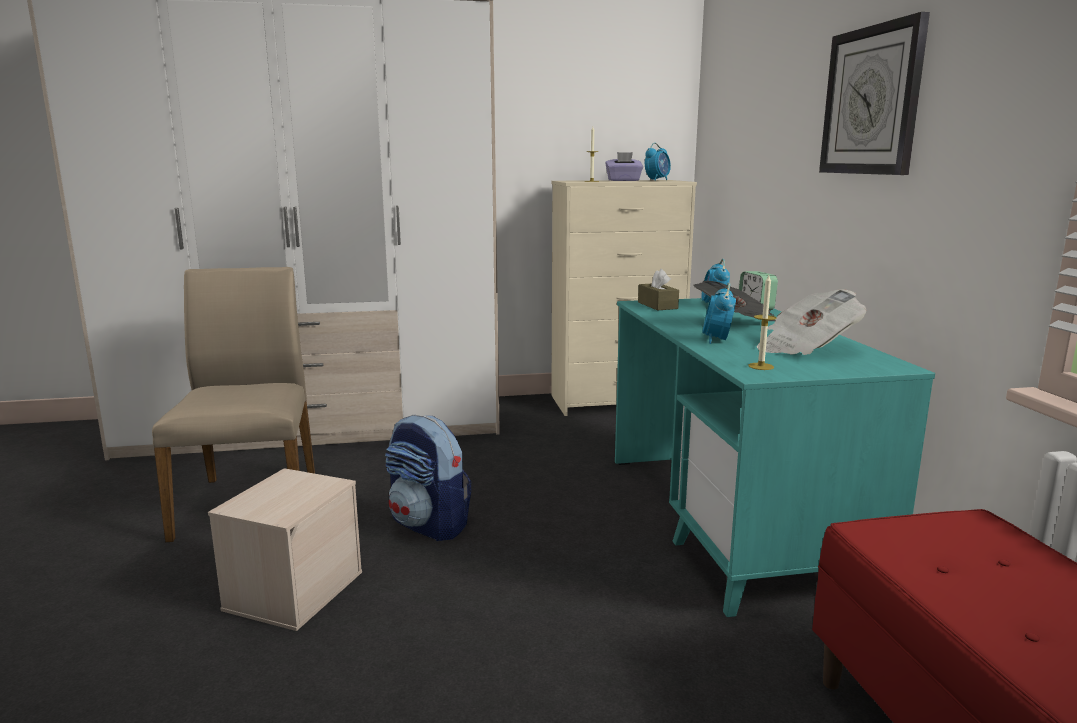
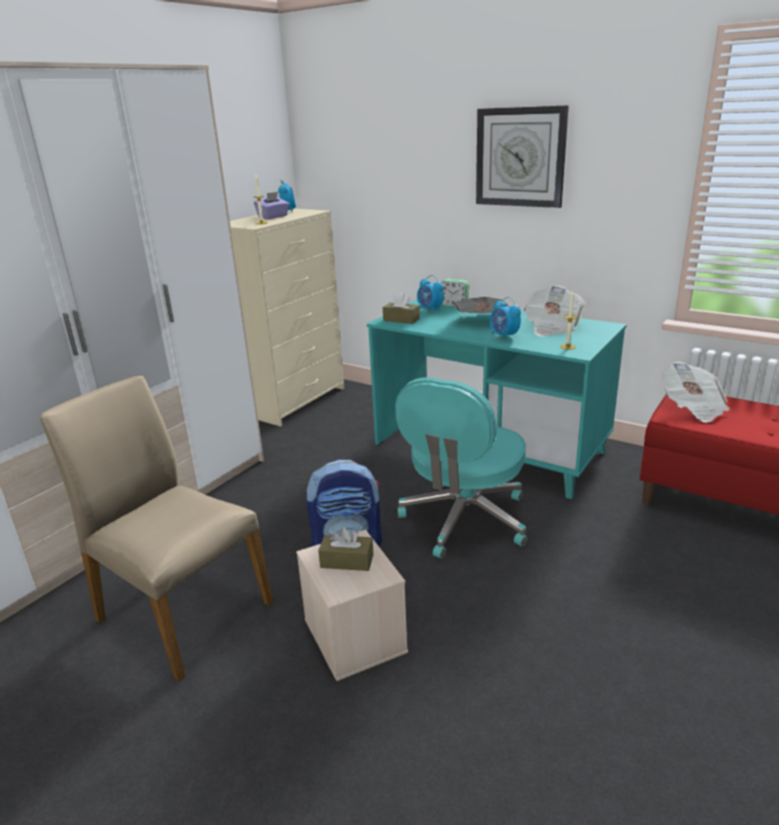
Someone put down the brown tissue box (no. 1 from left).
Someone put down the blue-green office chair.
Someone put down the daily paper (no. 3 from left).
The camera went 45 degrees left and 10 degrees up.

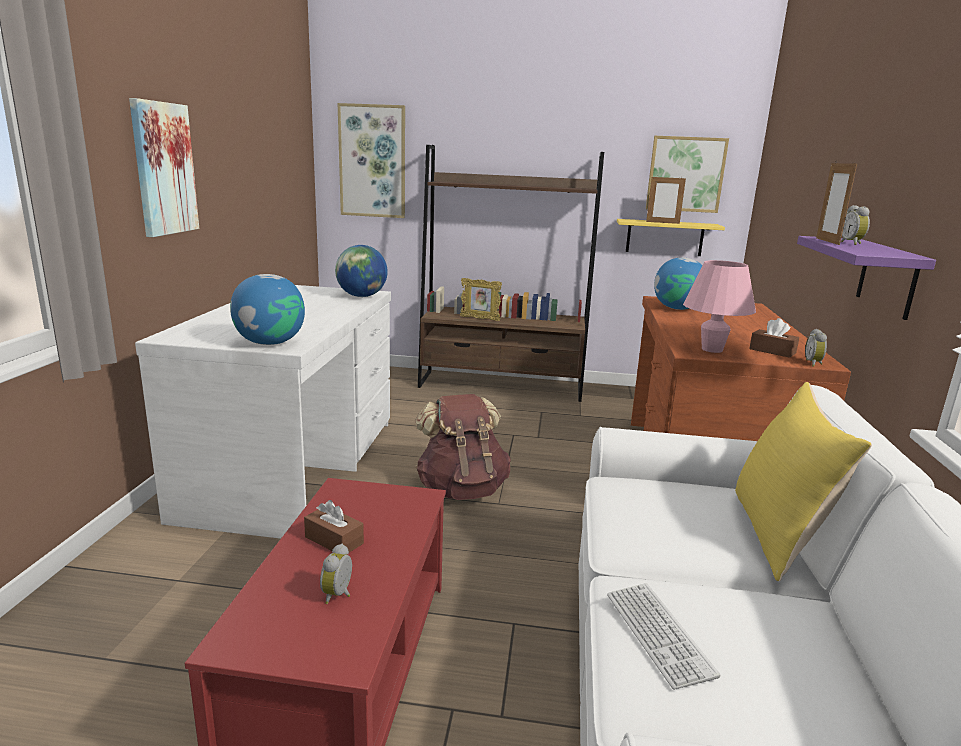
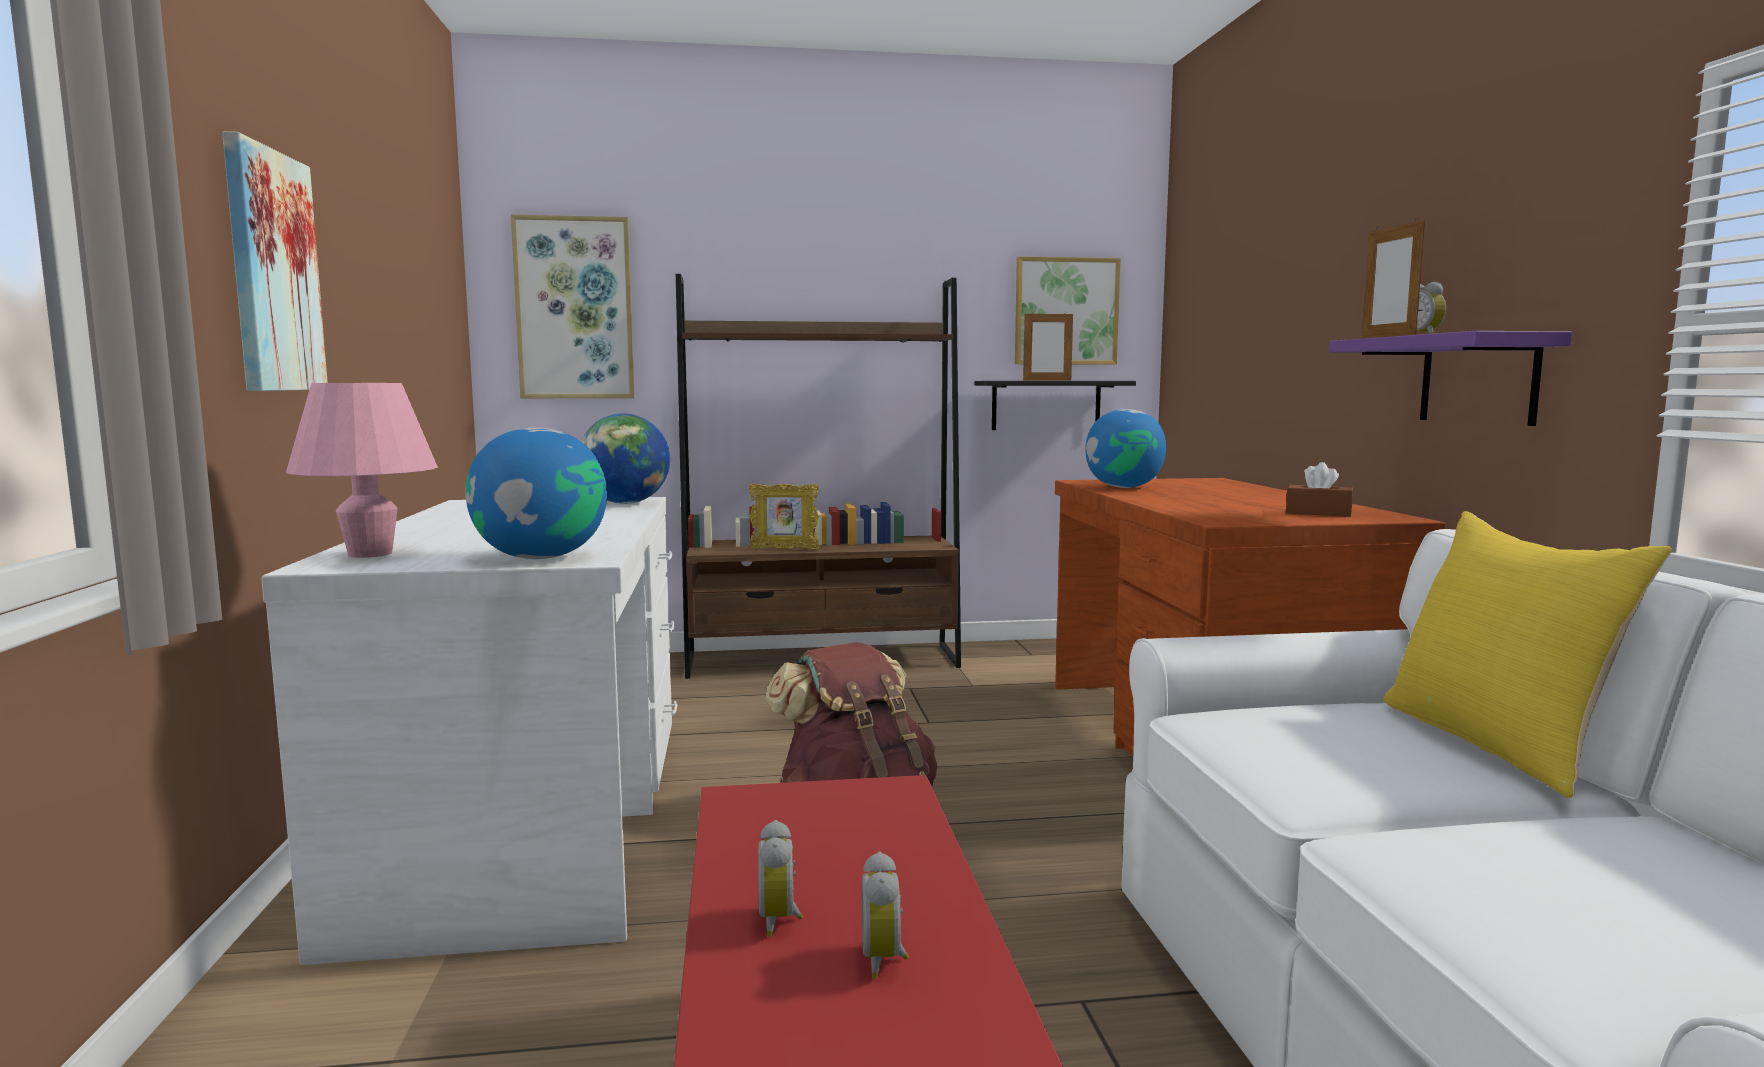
Someone took away the brown tissue box (no. 1 from left).
Someone took away the computer keyboard.
Someone repainted the yellowish wall shelf, which became the blackish wall shelf.
Someone carried the pinkish table lamp.
Someone carried the alarm clock (no. 2 from left in the first image).
The camera went 15 degrees left and 10 degrees down.

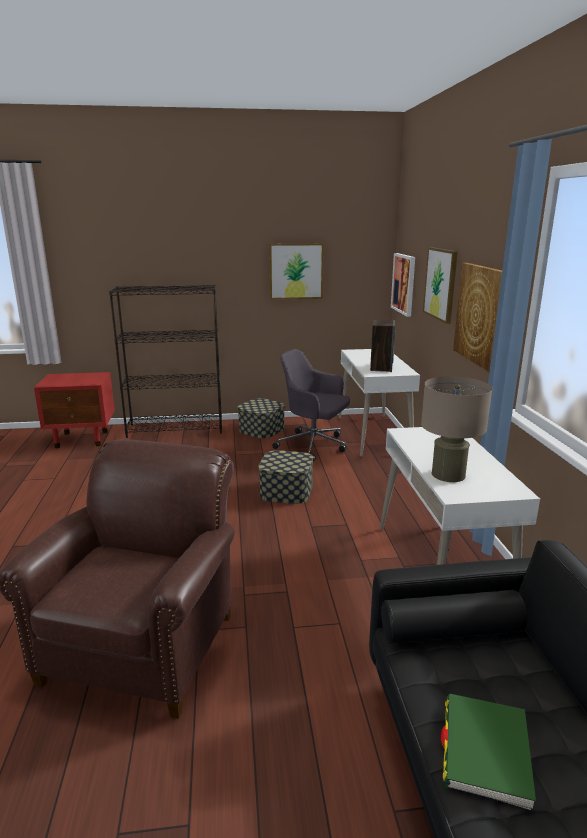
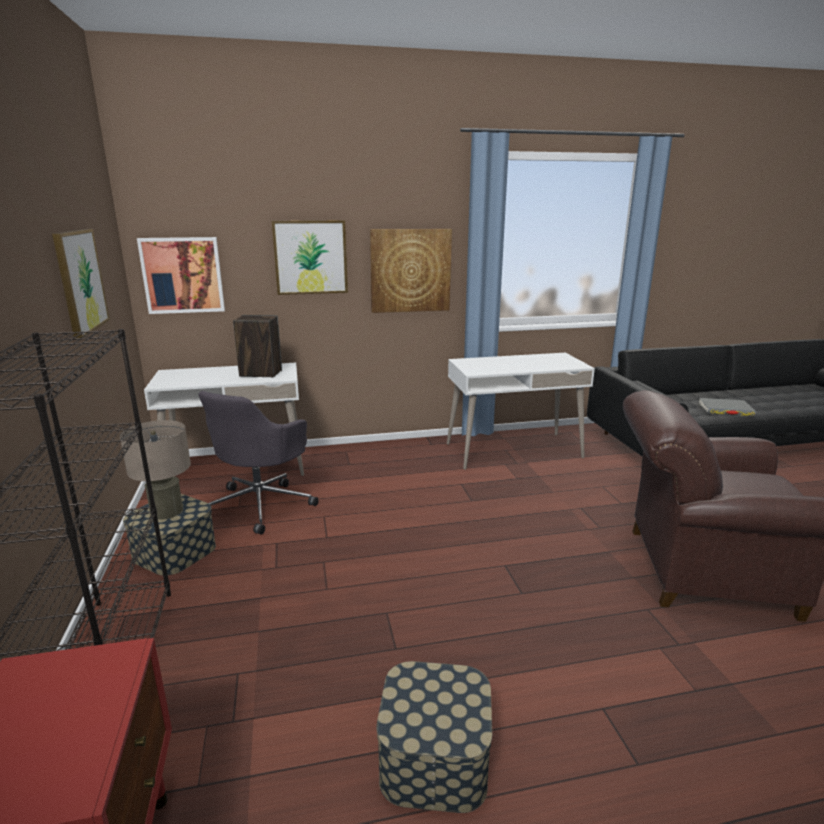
Someone carried the storage container (no. 2 from left).
Someone carried the beige-coloured table lamp.
Someone repainted the greenish volume, which became the greyish volume.
The camera went 95 degrees left and 0 degrees up.

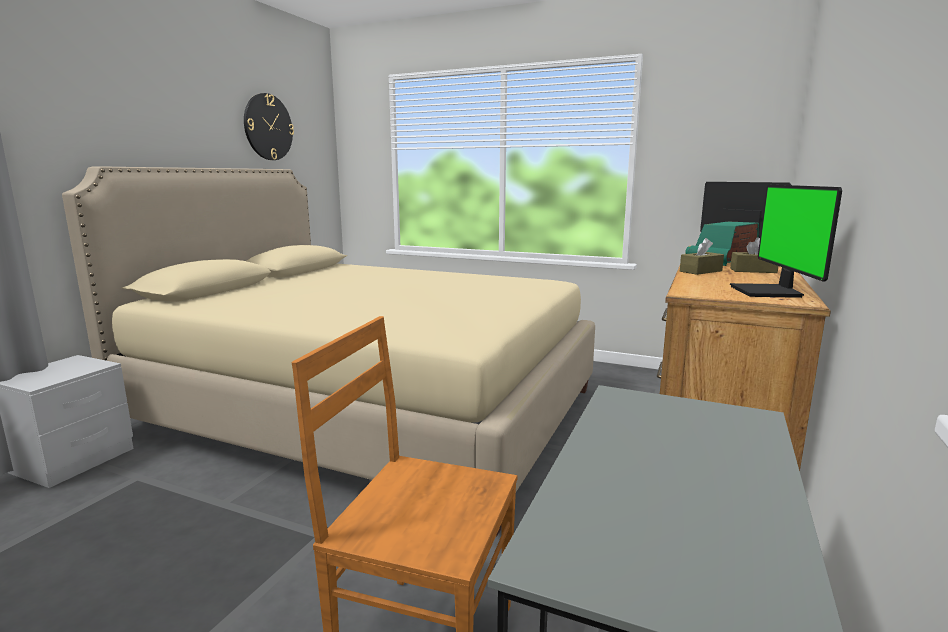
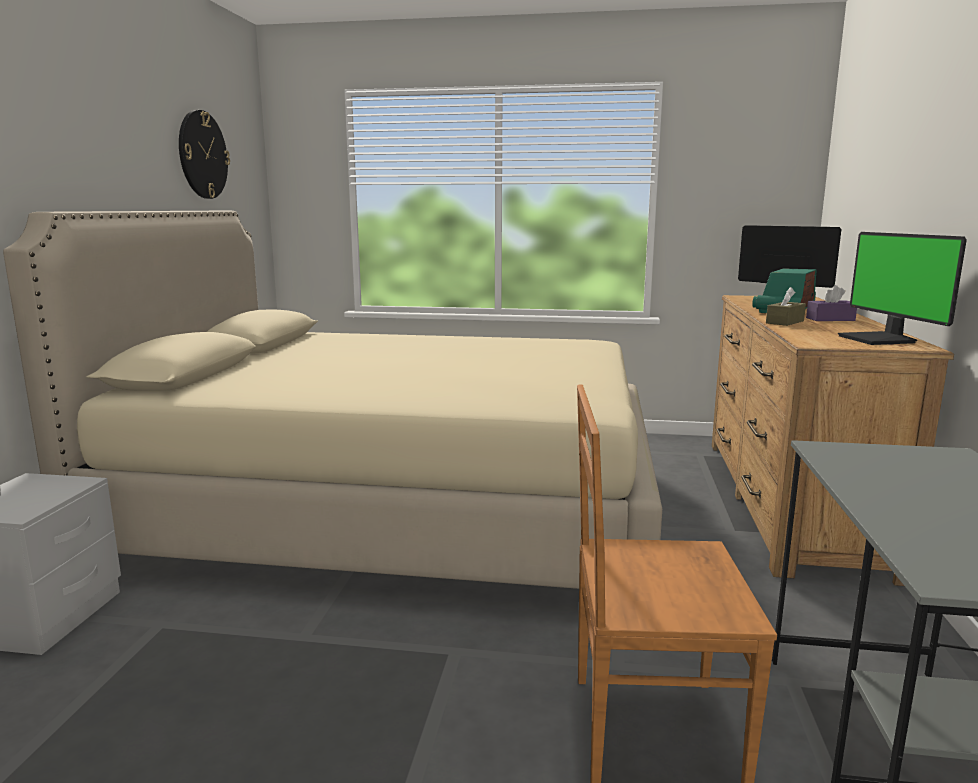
Someone repainted the brown tissue box (no. 2 from left), which became the purple tissue box.
The camera went 15 degrees left and 0 degrees up.

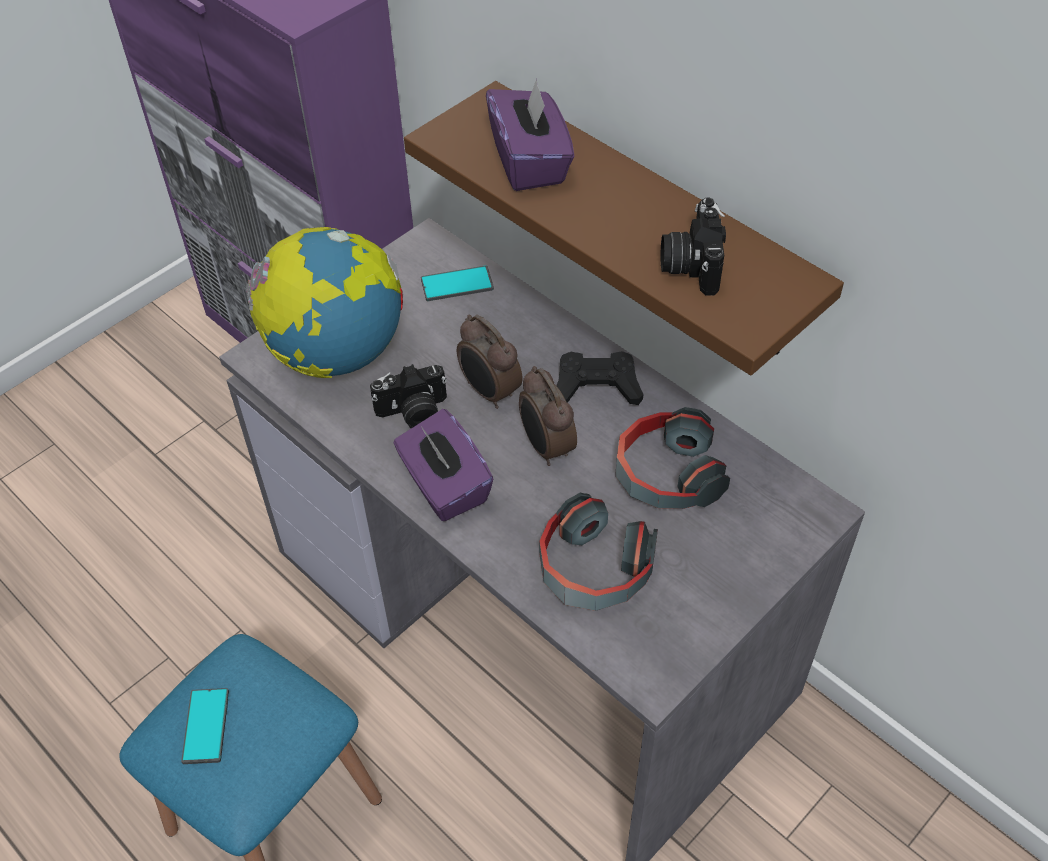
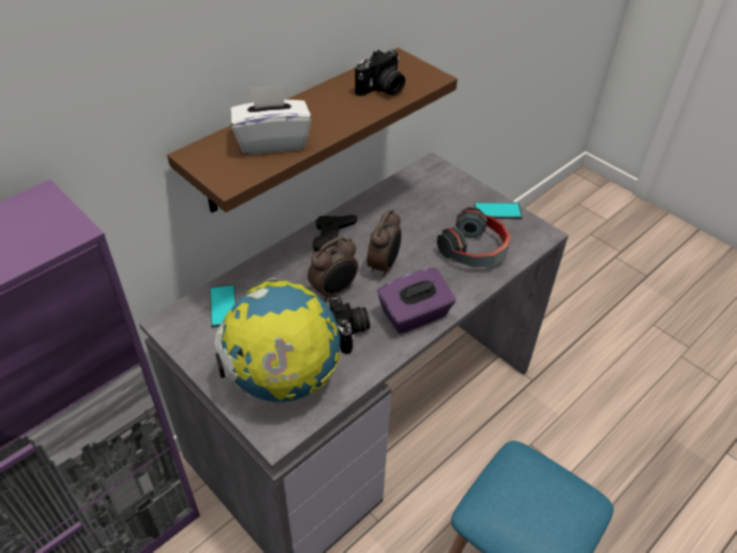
Someone carried the telephone (no. 1 from left in the first image).
Someone repainted the purple tissue box (no. 2 from left), which became the white tissue box.
Someone rotated the alarm clock (no. 2 from left) by 45 degrees counterclockwise.
Someone took away the headphones (no. 2 from left).
Someone rotated the still camera (no. 2 from left) by 45 degrees counterclockwise.
The camera went 90 degrees left and 5 degrees down.

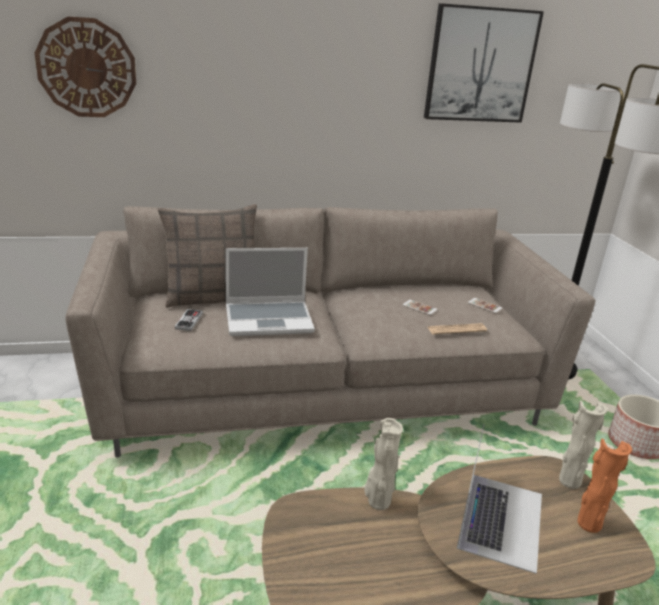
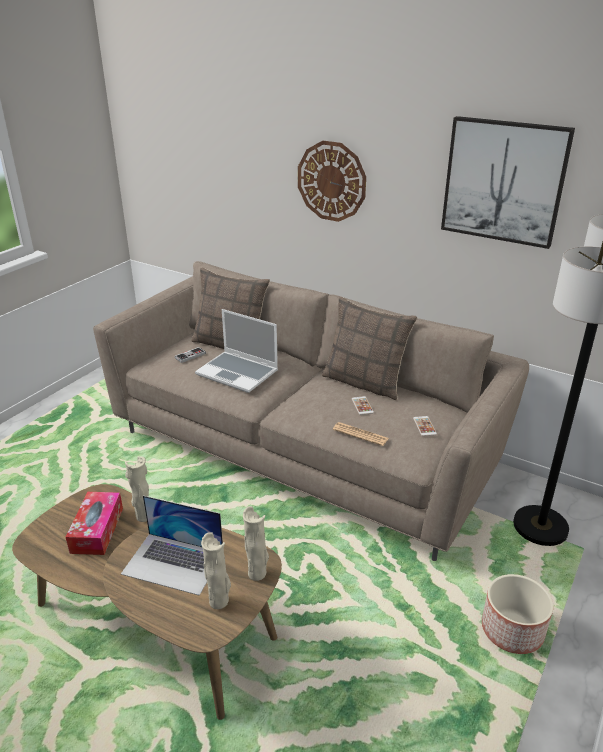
Someone carried the wall clock.
Someone rotated the portable computer (no. 2 from left in the first image) by 45 degrees clockwise.
Someone repainted the orange-coloured vase, which became the beige-coloured vase (no. 2 from left).
Someone put down the tissue box.
Someone put down the throw pillow (no. 2 from left).
The camera went 45 degrees right and 5 degrees up.

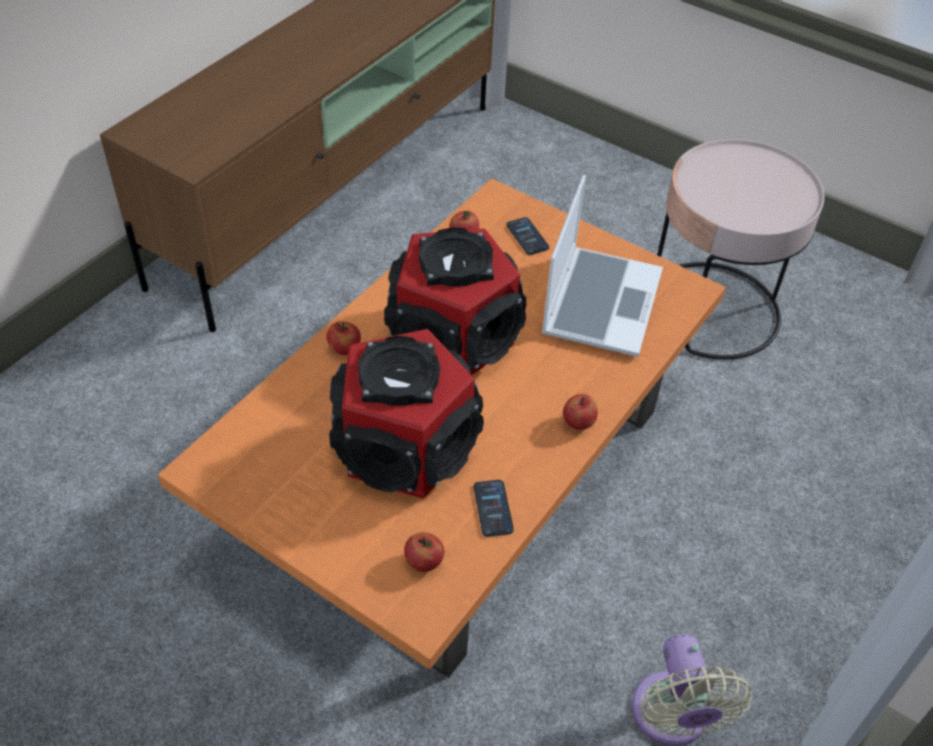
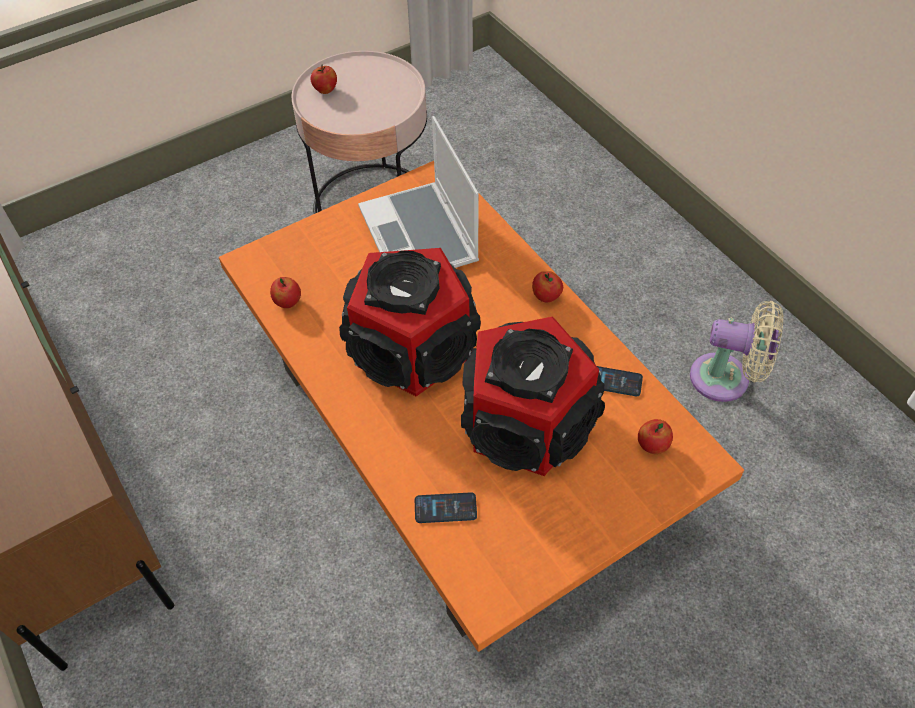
Someone carried the apple (no. 1 from left in the first image).
Someone carried the telephone (no. 2 from left in the first image).
Someone rotated the portable computer by 150 degrees counterclockwise.
The camera went 65 degrees left and 5 degrees up.

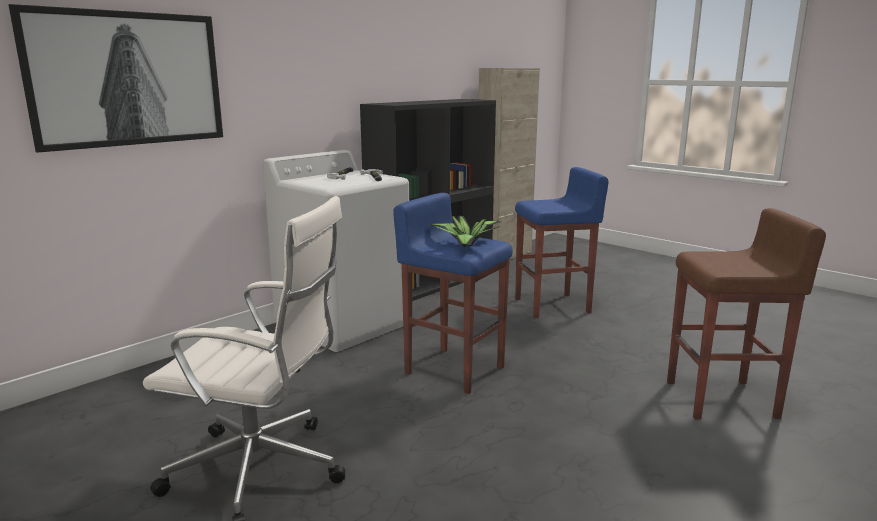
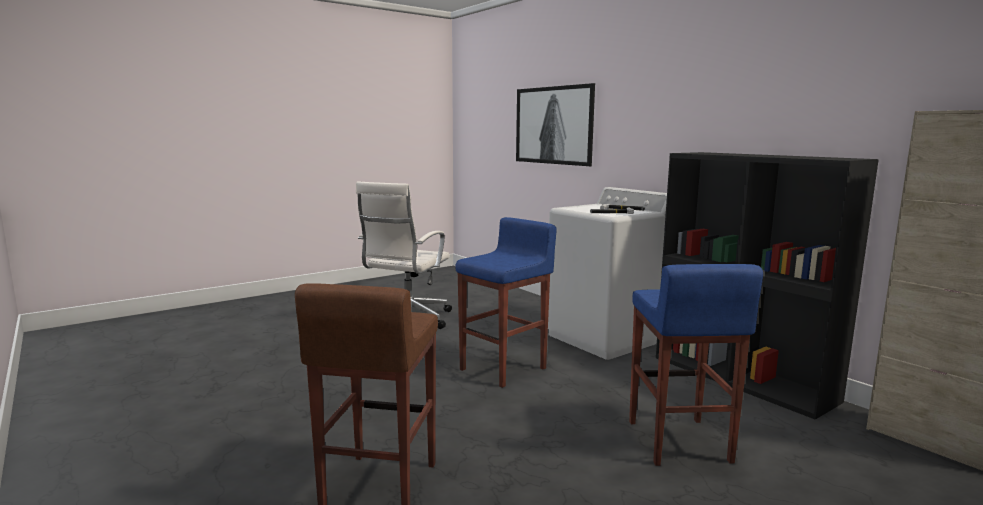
Someone took away the plant in a pot.
The camera went 100 degrees right and 5 degrees down.

